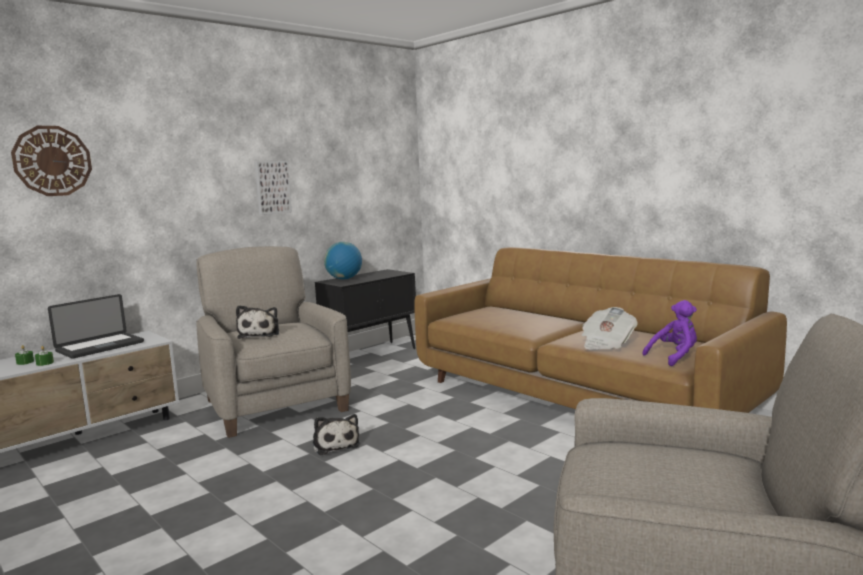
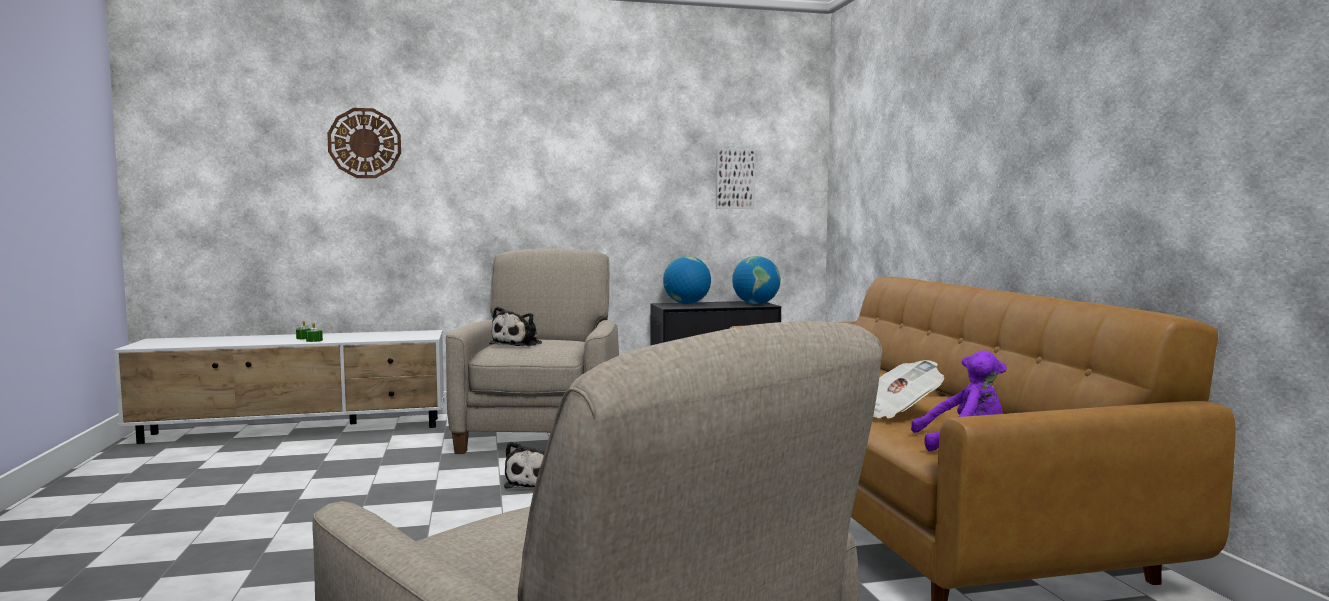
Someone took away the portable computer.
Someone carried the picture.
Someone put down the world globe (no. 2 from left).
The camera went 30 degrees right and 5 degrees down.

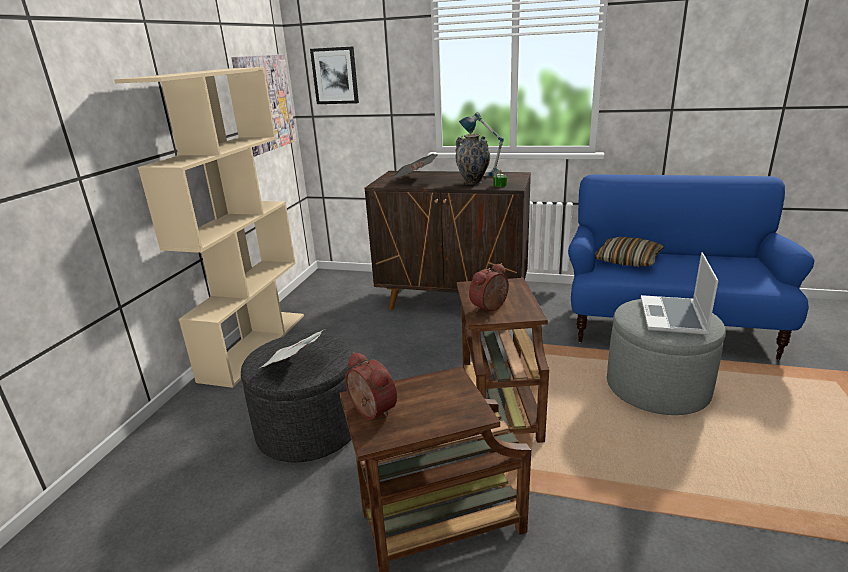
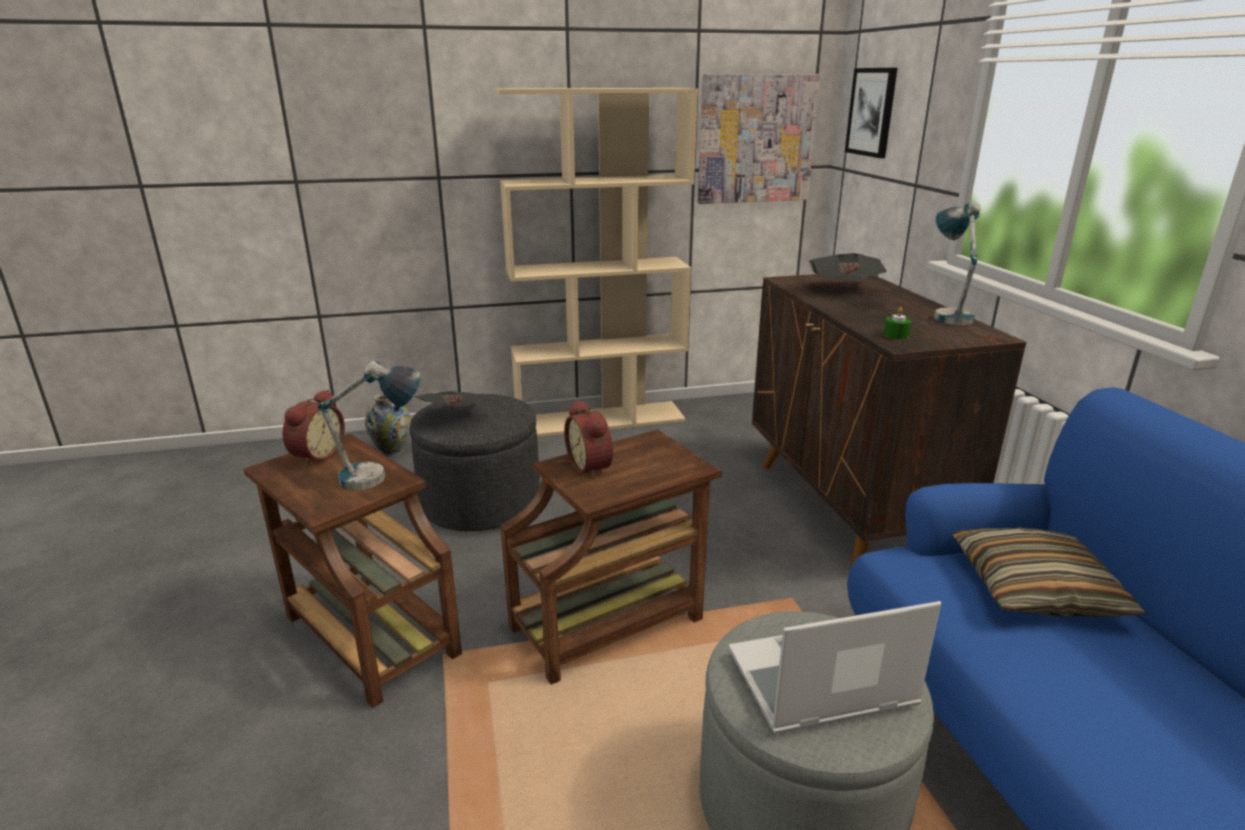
Someone carried the vase.
Someone rotated the alarm clock (no. 2 from left) by 135 degrees counterclockwise.
Someone put down the table lamp (no. 1 from left).
The camera went 60 degrees right and 0 degrees up.

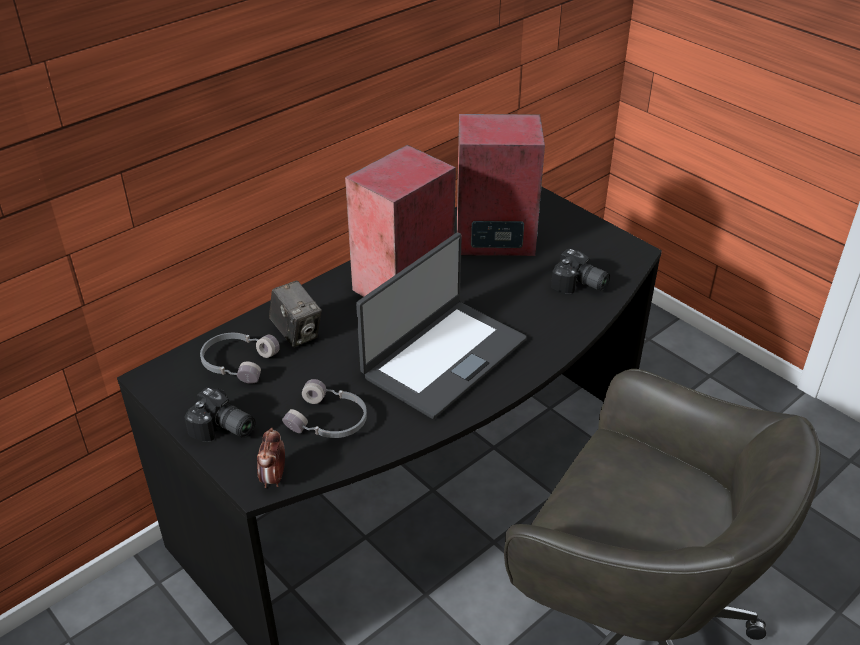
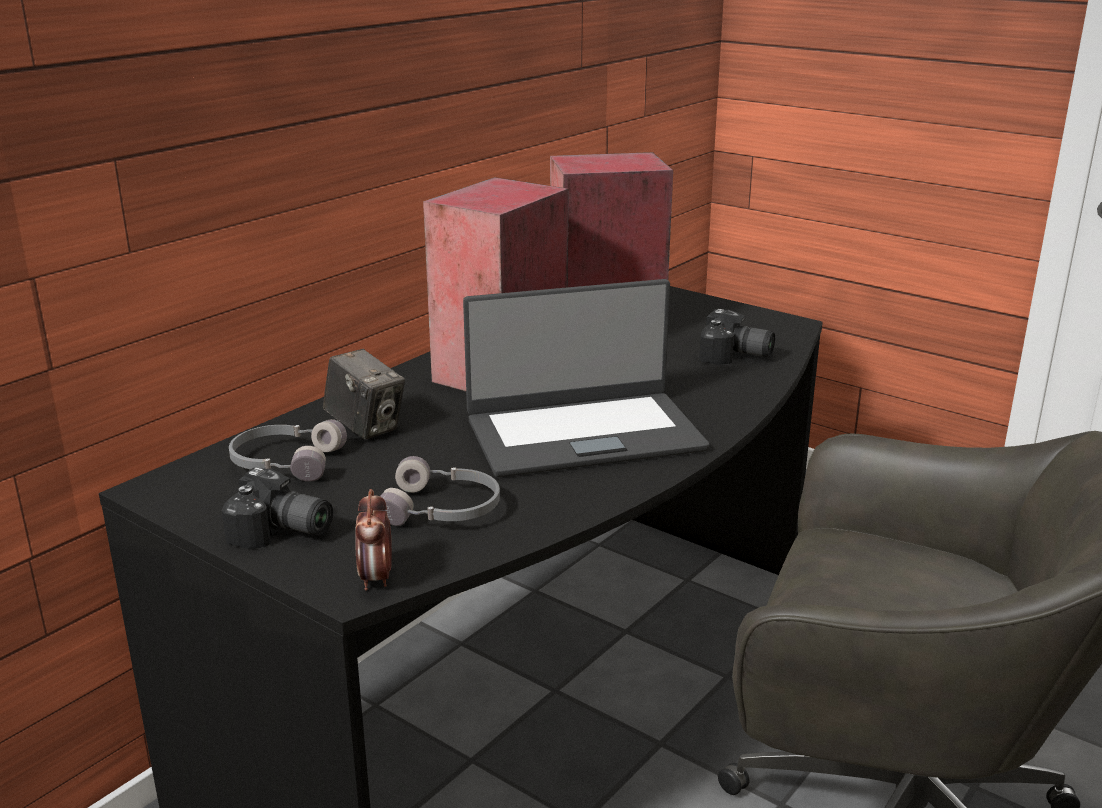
Someone rotated the portable computer by 45 degrees clockwise.
The camera went 10 degrees left and 15 degrees down.

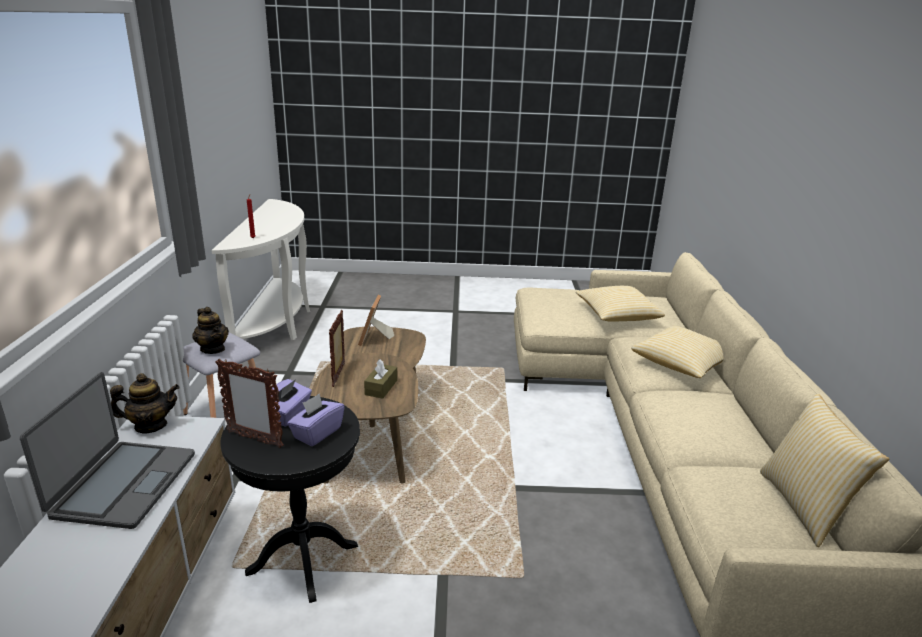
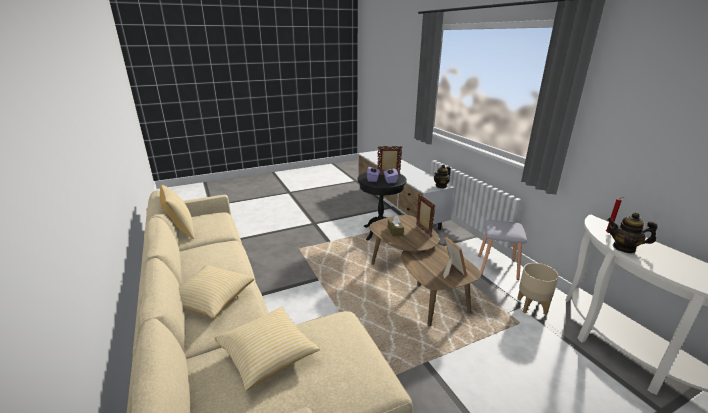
Someone took away the portable computer.
Someone carried the pot for tea (no. 2 from left).
Someone put down the beige-coloured plant pot.
The camera went 155 degrees right and 0 degrees up.

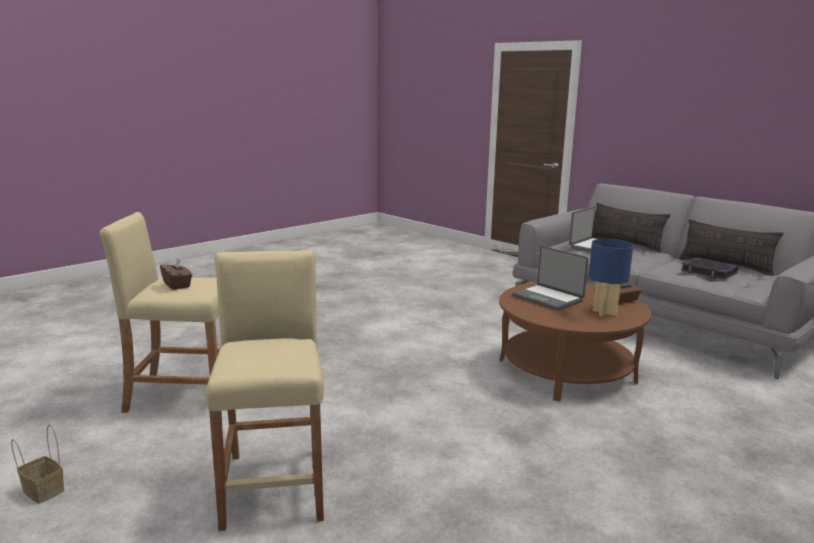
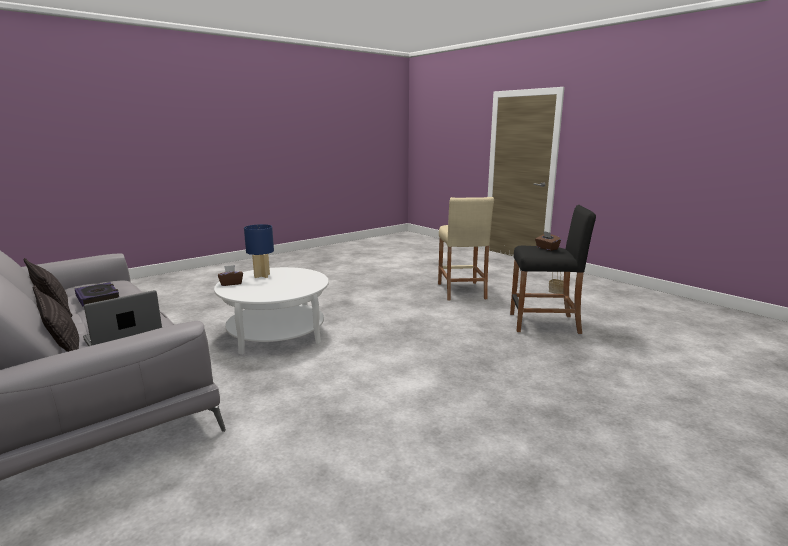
Someone repainted the beige-coloured sitting stool (no. 1 from left), which became the blackish sitting stool.
Someone repainted the brown lounge table, which became the white lounge table.
Someone took away the portable computer (no. 1 from left).
The camera went 175 degrees left and 0 degrees up.

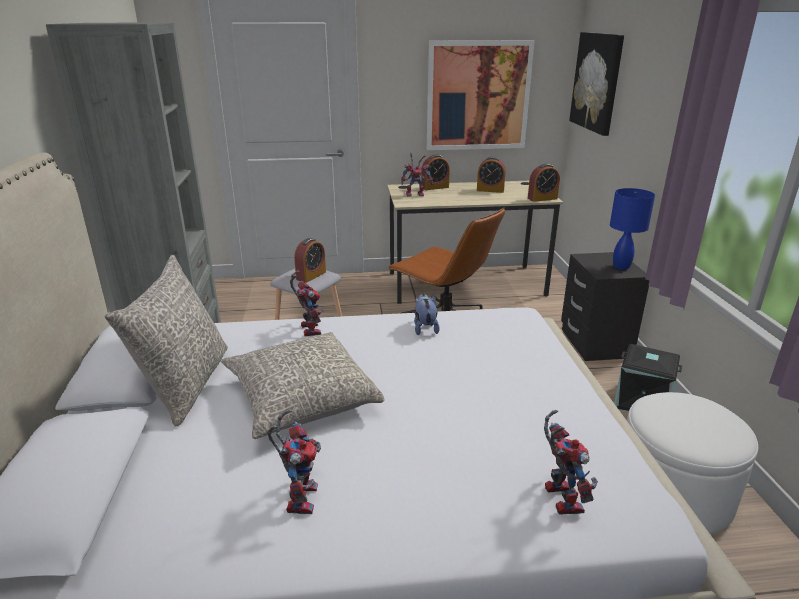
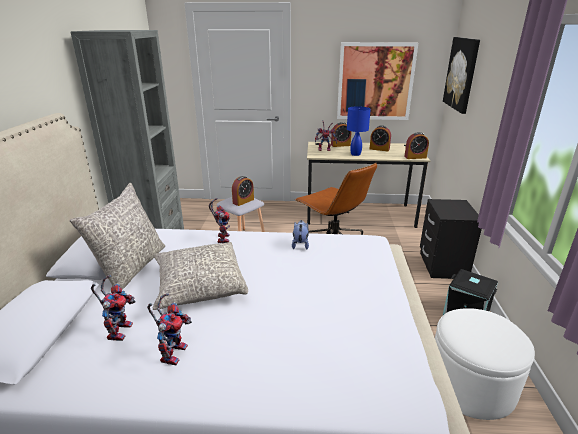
Someone carried the toy robot (no. 4 from left in the first image).
Someone carried the bluish table lamp.
The camera went 10 degrees right and 0 degrees up.

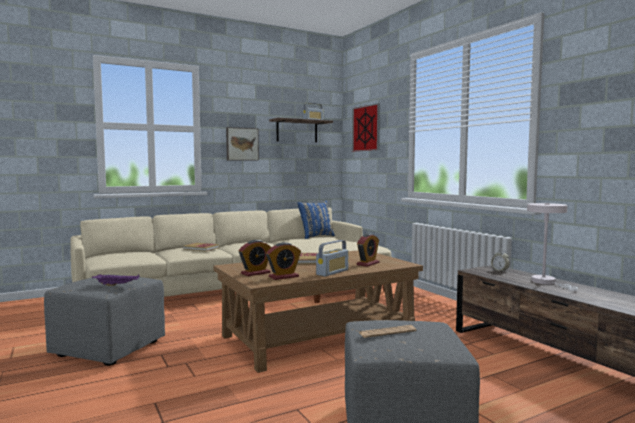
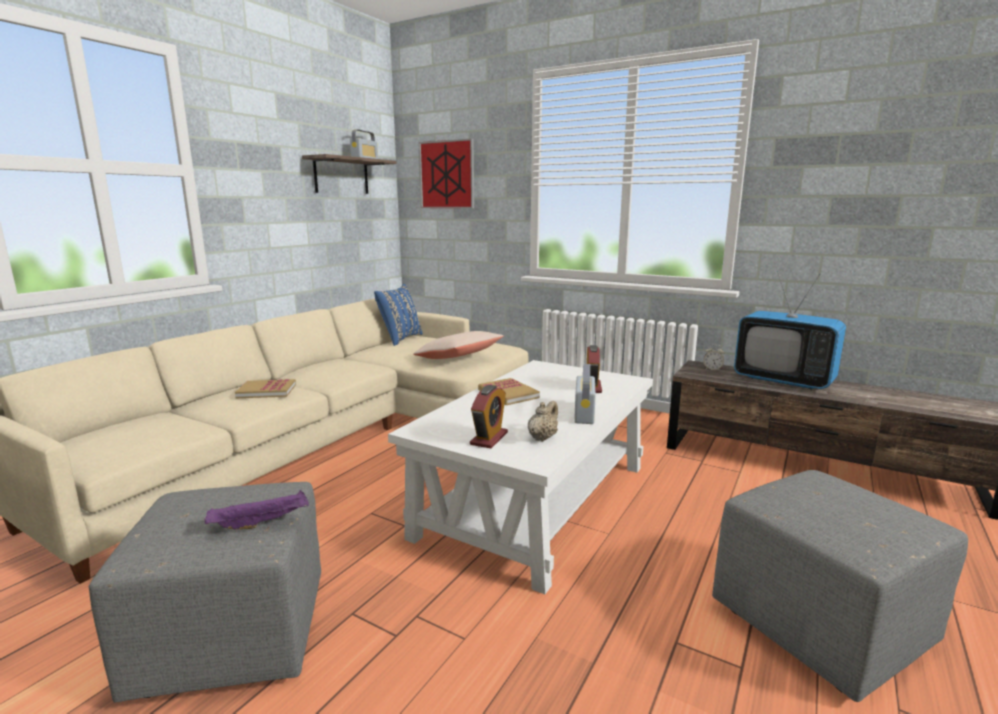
Someone repainted the brown lounge table, which became the white lounge table.
Someone took away the picture (no. 1 from left).
Someone swapped the alarm clock (no. 2 from left) for the beige-coloured pot for tea.
Someone took away the daily paper.
Someone swapped the white table lamp for the TV.
Someone put down the beige-coloured throw pillow.
The camera went 30 degrees left and 10 degrees up.

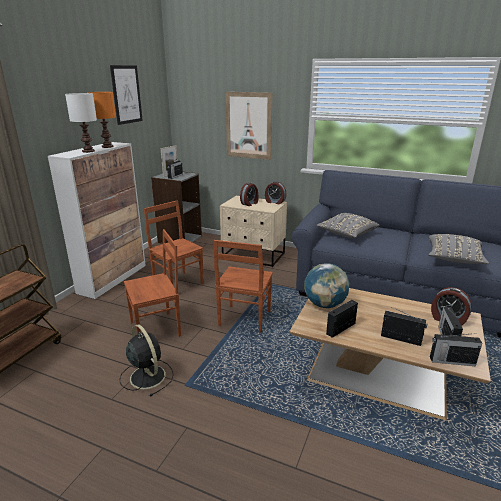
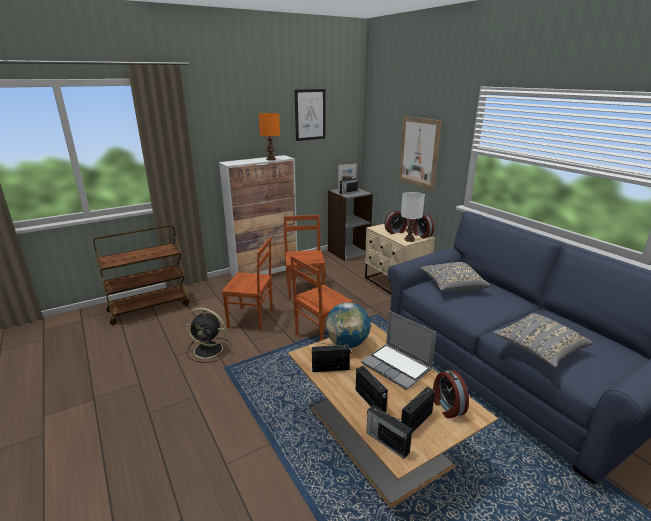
Someone carried the white table lamp.
Someone rotated the blackish electric fan by 105 degrees clockwise.
Someone put down the portable computer.
The camera went 35 degrees right and 0 degrees up.

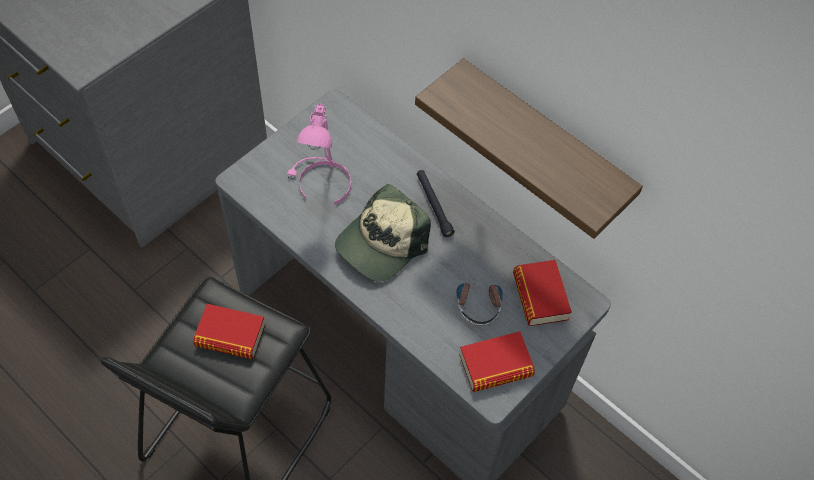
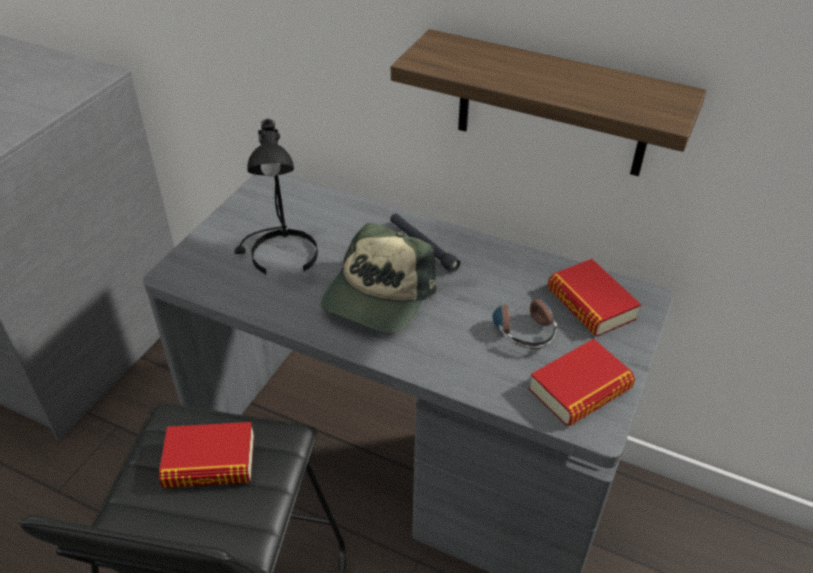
Someone repainted the pinkish table lamp, which became the blackish table lamp.
The camera went 15 degrees left and 15 degrees down.

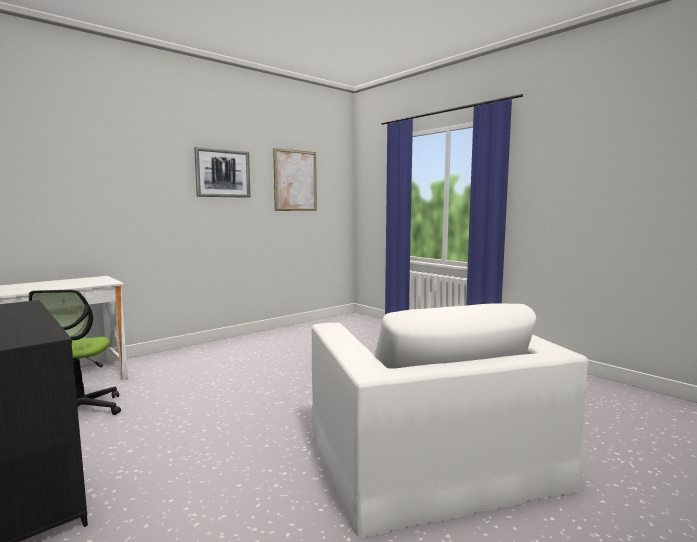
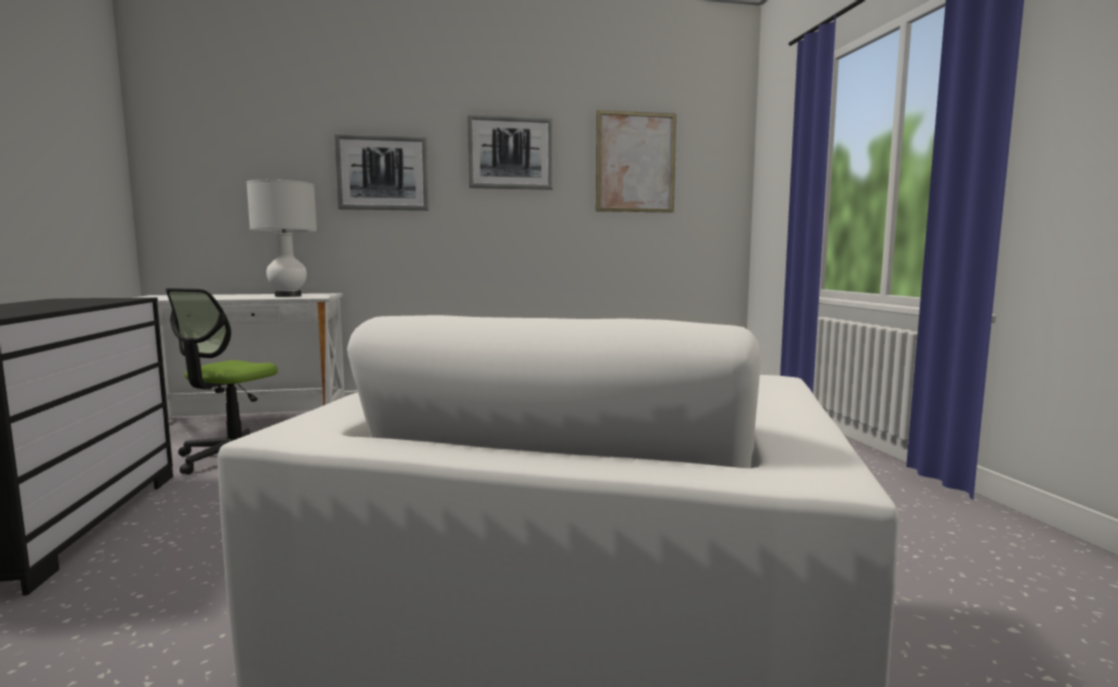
Someone put down the white table lamp.
Someone put up the picture (no. 1 from left).
The camera went 30 degrees right and 0 degrees up.

